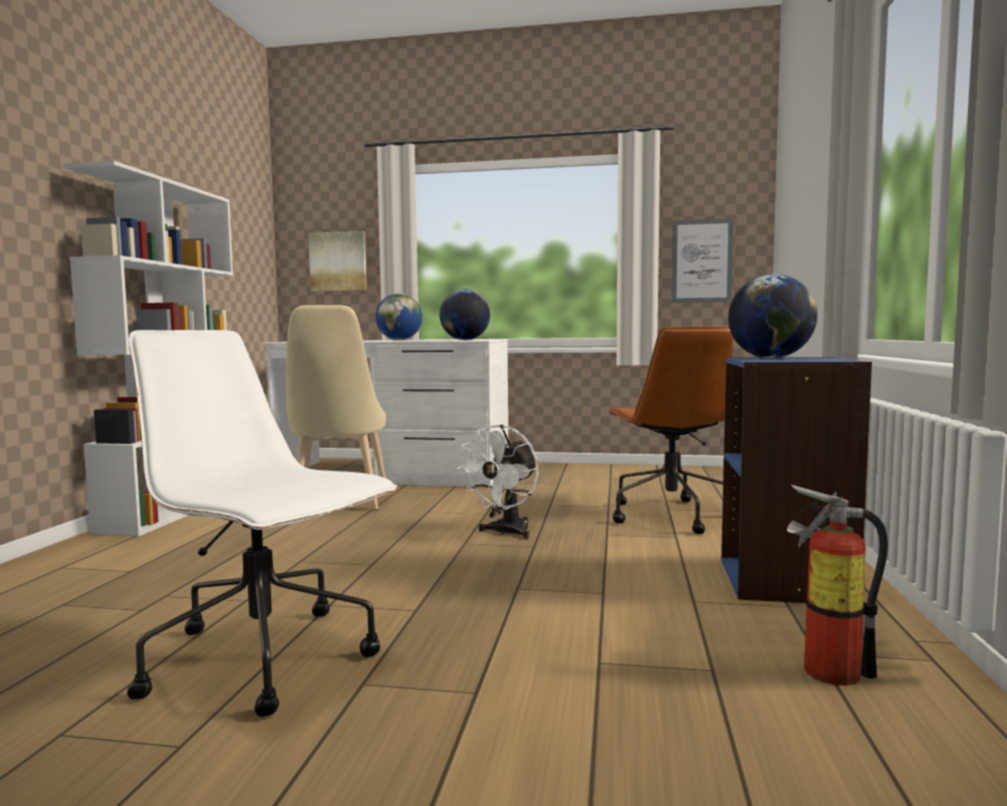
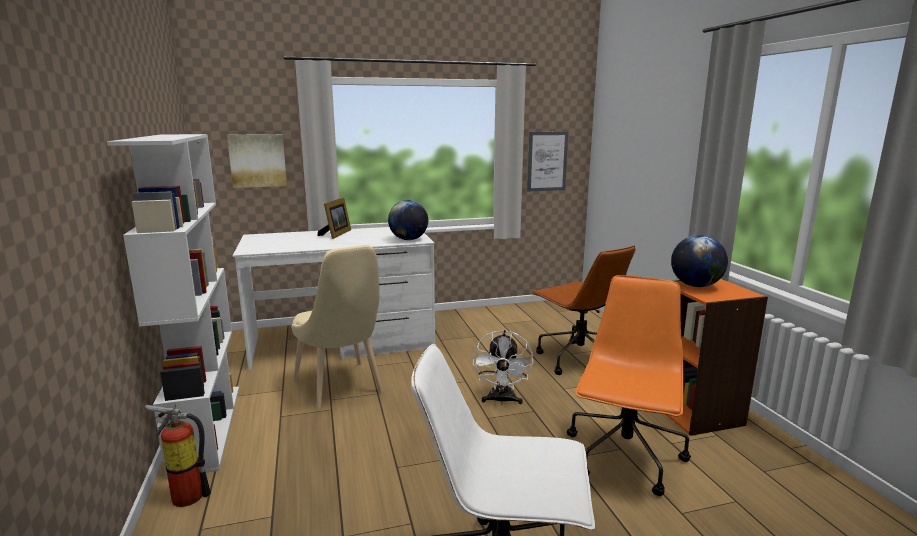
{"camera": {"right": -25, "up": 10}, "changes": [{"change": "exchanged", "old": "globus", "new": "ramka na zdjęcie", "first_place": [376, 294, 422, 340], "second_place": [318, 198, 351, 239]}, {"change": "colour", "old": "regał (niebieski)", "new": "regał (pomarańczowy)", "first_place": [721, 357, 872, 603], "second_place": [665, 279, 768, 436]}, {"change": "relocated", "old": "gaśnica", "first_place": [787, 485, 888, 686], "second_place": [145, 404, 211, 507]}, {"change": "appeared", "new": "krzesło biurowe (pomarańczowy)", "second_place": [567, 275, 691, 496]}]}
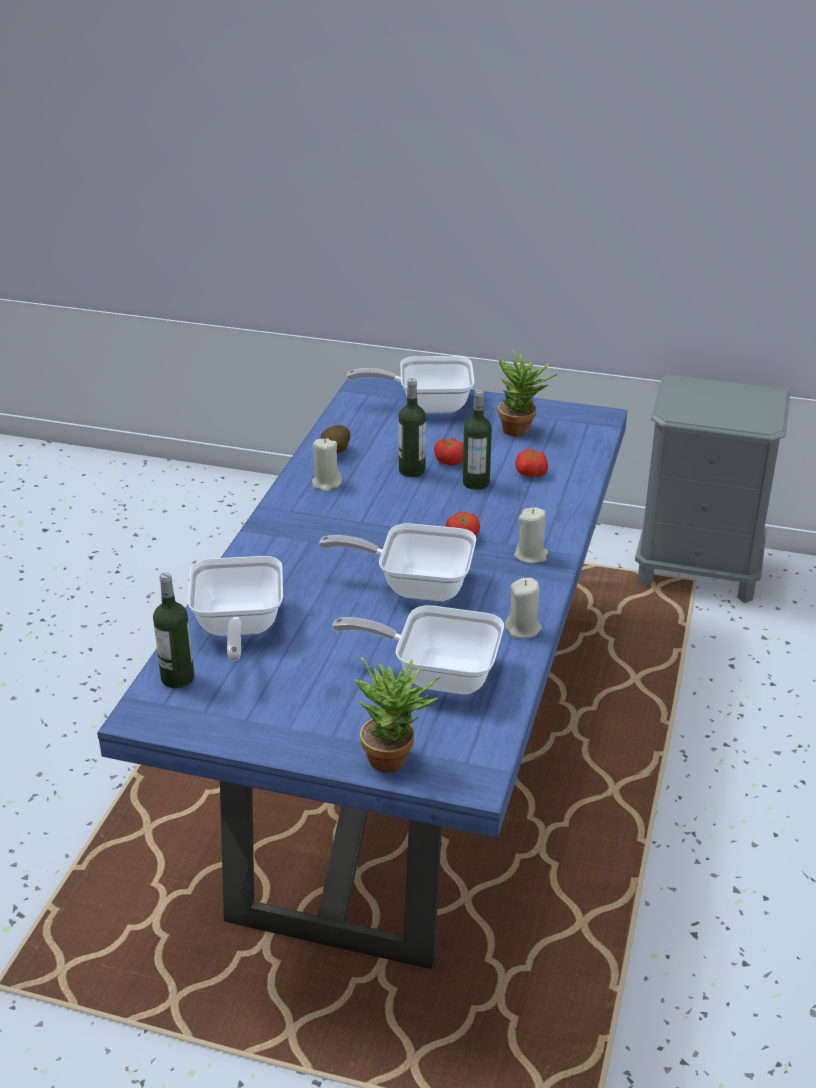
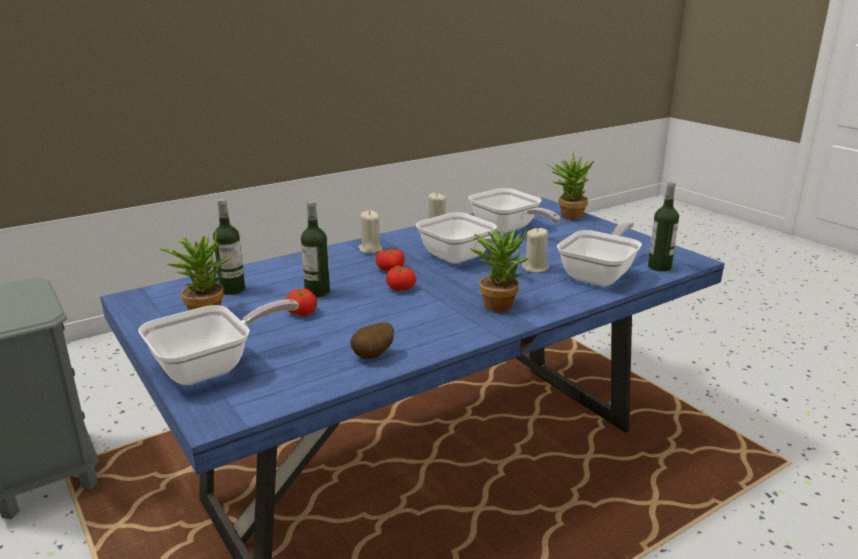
{"camera": {"right": -140, "up": -10}, "changes": [{"change": "spun", "old": "patelnia", "first_place": [347, 356, 475, 413], "second_place": [138, 300, 299, 385], "degrees": -75}, {"change": "relocated", "old": "butelka", "first_place": [398, 378, 426, 477], "second_place": [213, 199, 245, 295]}, {"change": "relocated", "old": "świeca (beżowy)", "first_place": [312, 438, 342, 492], "second_place": [522, 227, 549, 273]}, {"change": "relocated", "old": "pomidor", "first_place": [515, 449, 548, 477], "second_place": [386, 266, 417, 291]}, {"change": "appeared", "new": "roślina doniczkowa", "second_place": [468, 226, 529, 312]}]}
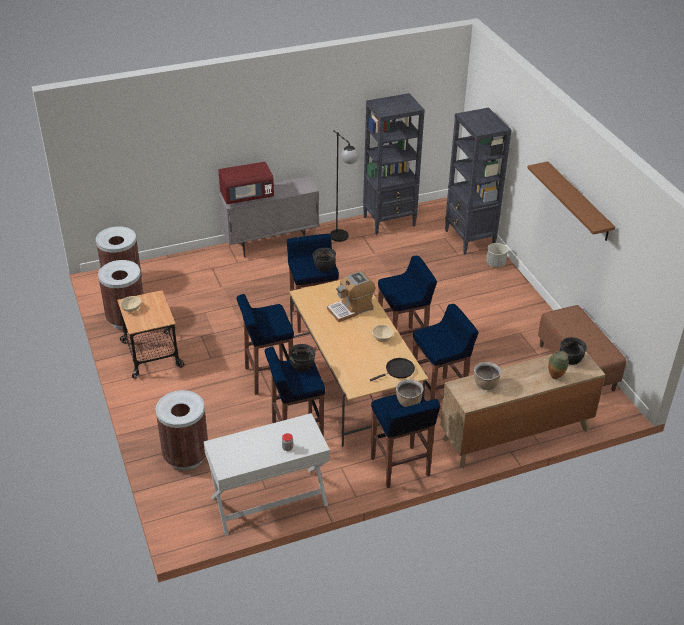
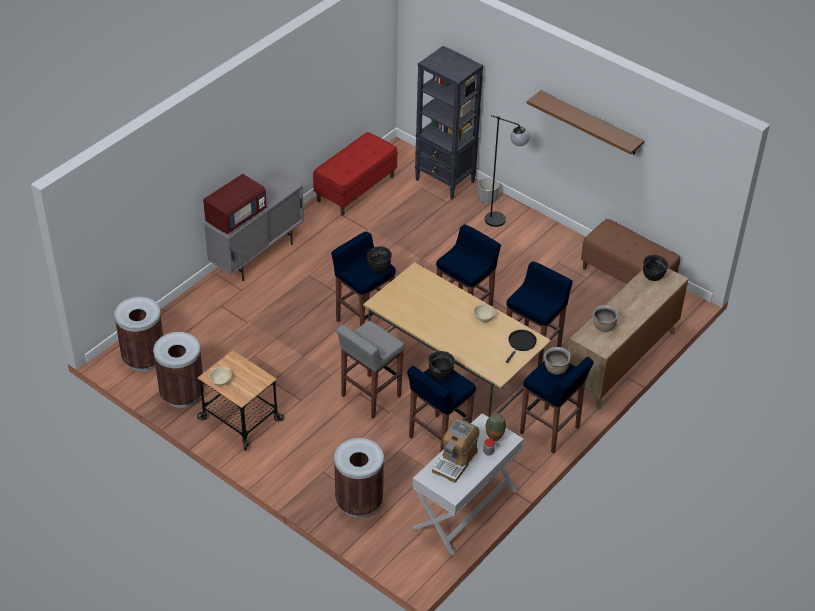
{"camera": {"right": -30, "up": 5}, "changes": [{"change": "exchanged", "old": "regał (czarny)", "new": "ławka (czerwony)", "first_place": [363, 93, 425, 235], "second_place": [313, 132, 398, 216]}, {"change": "relocated", "old": "lampa stojąca (czarny)", "first_place": [330, 130, 359, 242], "second_place": [485, 115, 530, 227]}, {"change": "relocated", "old": "ekspres do kawy", "first_place": [327, 271, 375, 322], "second_place": [432, 418, 480, 483]}, {"change": "colour", "old": "stołek (niebieski)", "new": "stołek (szary)", "first_place": [237, 294, 294, 395], "second_place": [337, 321, 404, 418]}, {"change": "relocated", "old": "wazon", "first_place": [548, 351, 569, 379], "second_place": [486, 413, 506, 442]}]}
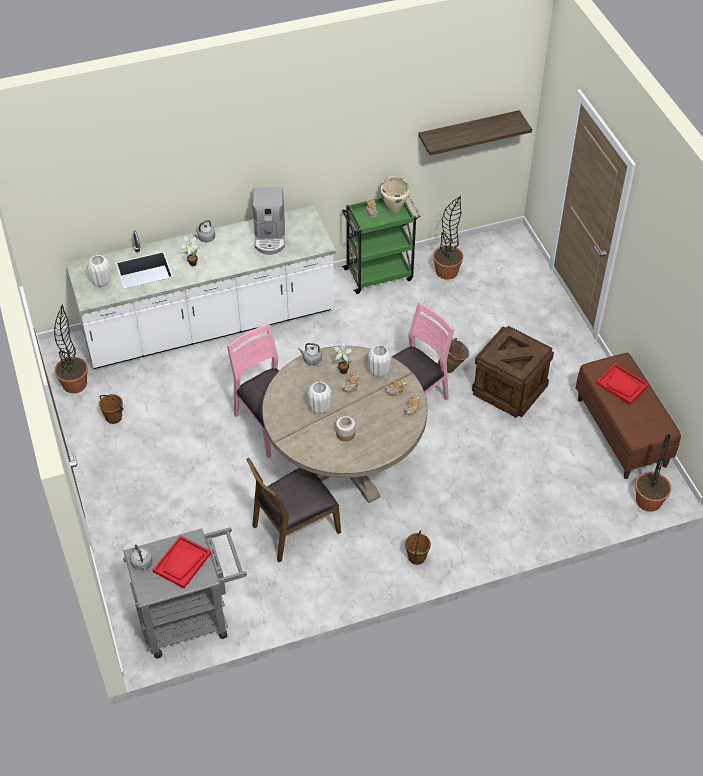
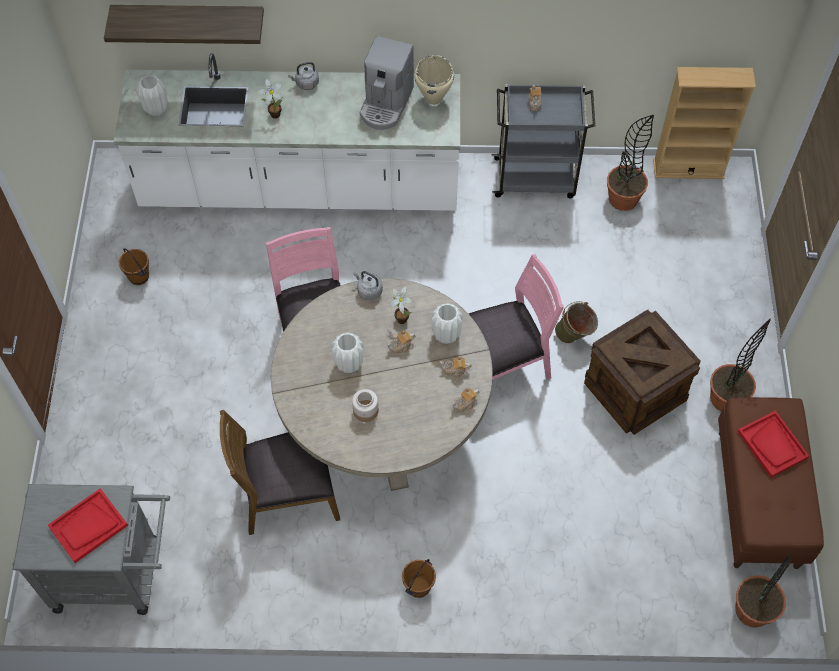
{"camera": {"right": 20, "up": 10}, "changes": [{"change": "relocated", "old": "półka", "first_place": [418, 110, 532, 155], "second_place": [104, 5, 264, 44]}, {"change": "relocated", "old": "garnek (beżowy)", "first_place": [380, 177, 410, 213], "second_place": [414, 55, 454, 105]}, {"change": "colour", "old": "wózek (zielony)", "new": "wózek (szary)", "first_place": [342, 196, 421, 294], "second_place": [492, 84, 595, 198]}, {"change": "relocated", "old": "roślina doniczkowa", "first_place": [54, 304, 88, 393], "second_place": [710, 318, 771, 411]}, {"change": "missing", "old": "czajnik (szary)", "first_place": [130, 544, 152, 570]}, {"change": "appeared", "new": "regał (beżowy)", "second_place": [653, 67, 756, 179]}]}
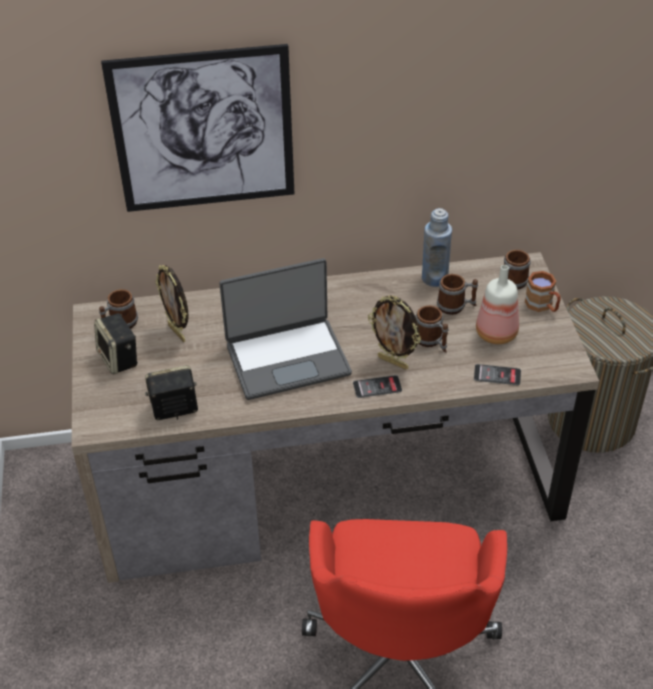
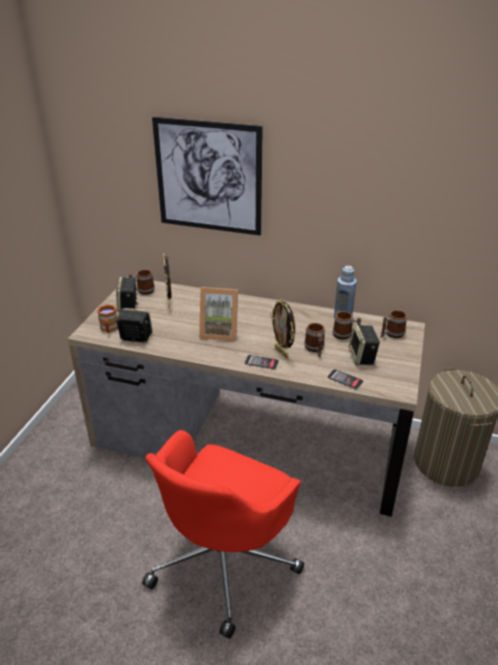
{"camera": {"right": 25, "up": -10}, "changes": [{"change": "exchanged", "old": "laptop", "new": "ramka na zdjęcie", "first_place": [219, 258, 352, 400], "second_place": [199, 287, 238, 342]}, {"change": "exchanged", "old": "butelka", "new": "głośnik", "first_place": [476, 265, 519, 344], "second_place": [349, 325, 380, 365]}, {"change": "relocated", "old": "kubek (brązowy)", "first_place": [525, 271, 561, 312], "second_place": [97, 305, 118, 333]}]}
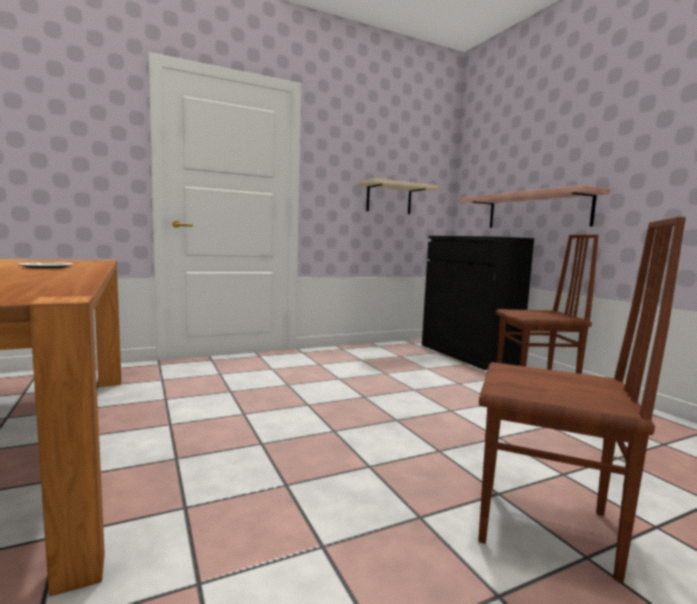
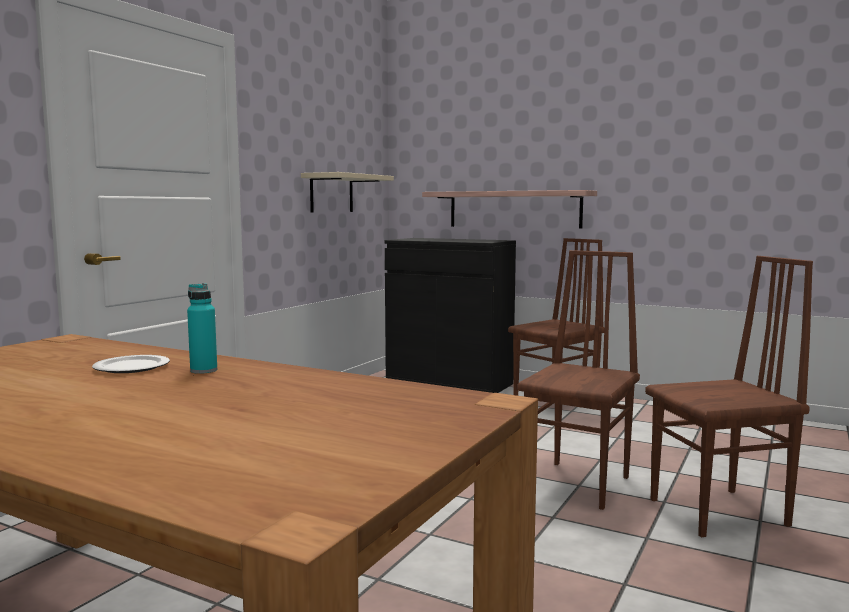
{"camera": {"right": -35, "up": 0}, "changes": [{"change": "appeared", "new": "krzesło (brązowy)", "second_place": [517, 250, 640, 510]}, {"change": "appeared", "new": "butelka (turkusowy)", "second_place": [187, 283, 217, 374]}]}
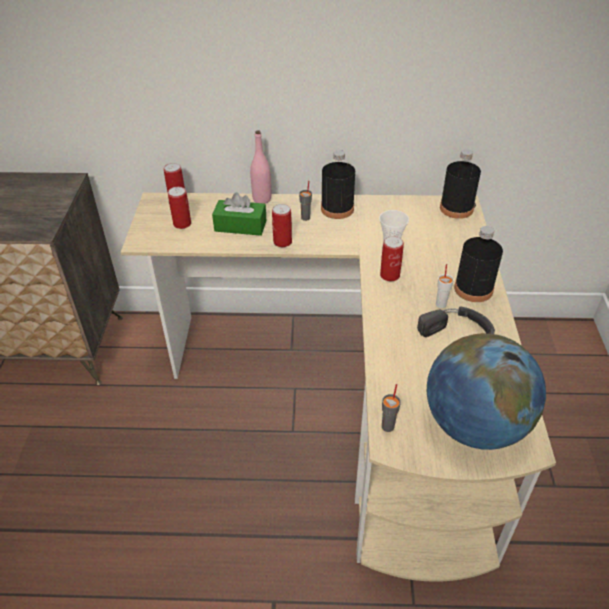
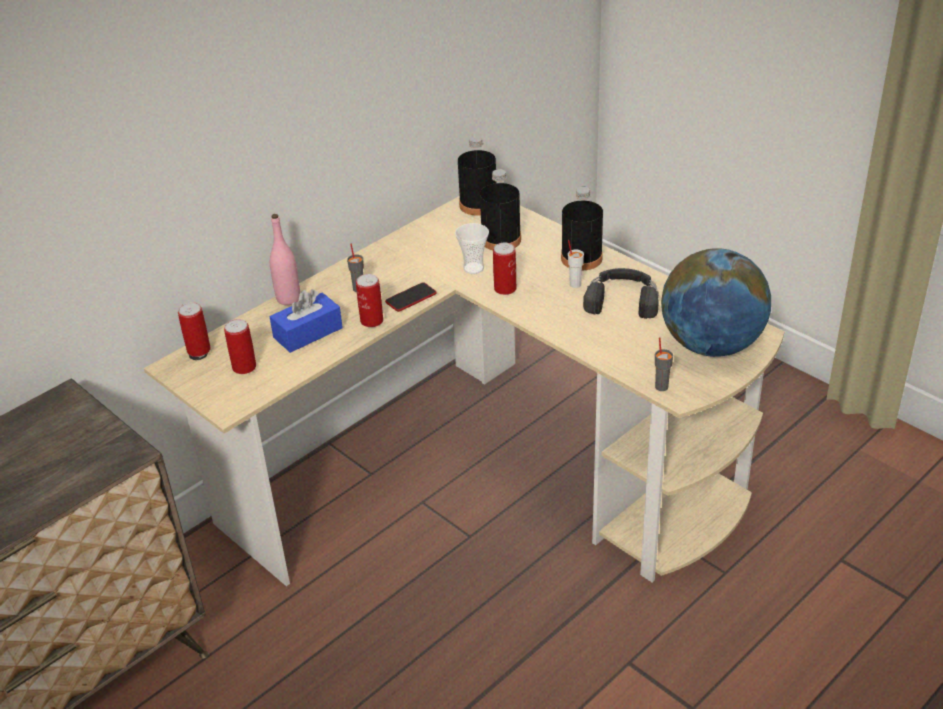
{"camera": {"right": -45, "up": -5}, "changes": [{"change": "relocated", "old": "butelka (czarny)", "first_place": [321, 150, 355, 219], "second_place": [480, 169, 521, 250]}, {"change": "colour", "old": "pudełko chusteczek (zielony)", "new": "pudełko chusteczek (niebieski)", "first_place": [212, 192, 266, 236], "second_place": [270, 289, 343, 353]}, {"change": "appeared", "new": "telefon", "second_place": [385, 282, 437, 312]}]}
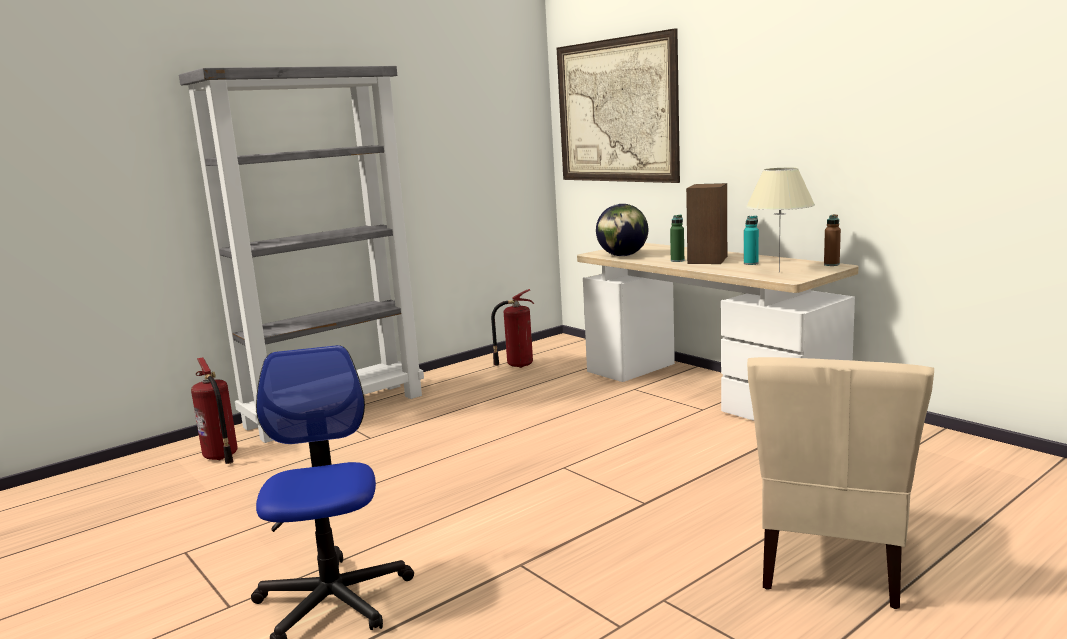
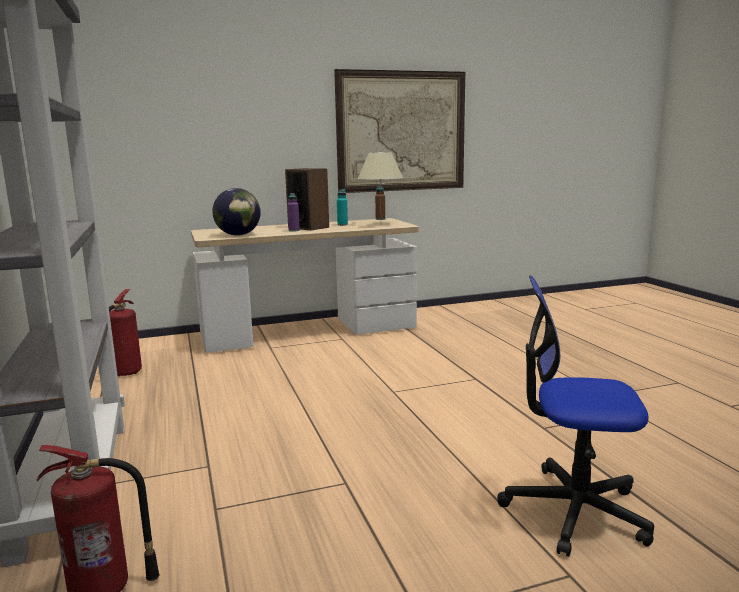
{"camera": {"right": -70, "up": 0}, "changes": [{"change": "relocated", "old": "obraz", "first_place": [557, 28, 680, 183], "second_place": [334, 69, 465, 193]}, {"change": "colour", "old": "butelka (zielony)", "new": "butelka (fioletowy)", "first_place": [670, 215, 684, 262], "second_place": [287, 193, 300, 232]}, {"change": "missing", "old": "krzesło (beżowy)", "first_place": [747, 357, 934, 609]}]}
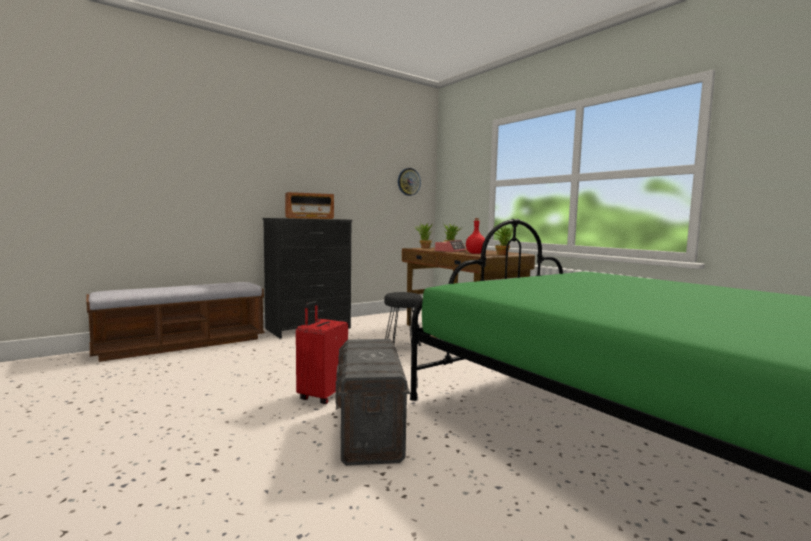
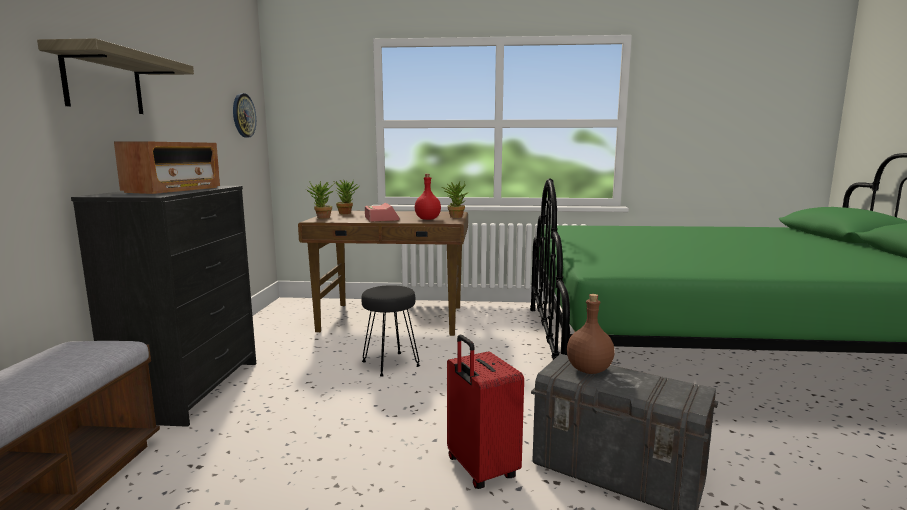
{"camera": {"right": -50, "up": 5}, "changes": [{"change": "appeared", "new": "półka", "second_place": [37, 38, 194, 114]}, {"change": "appeared", "new": "butelka (brązowy)", "second_place": [567, 294, 615, 374]}]}
